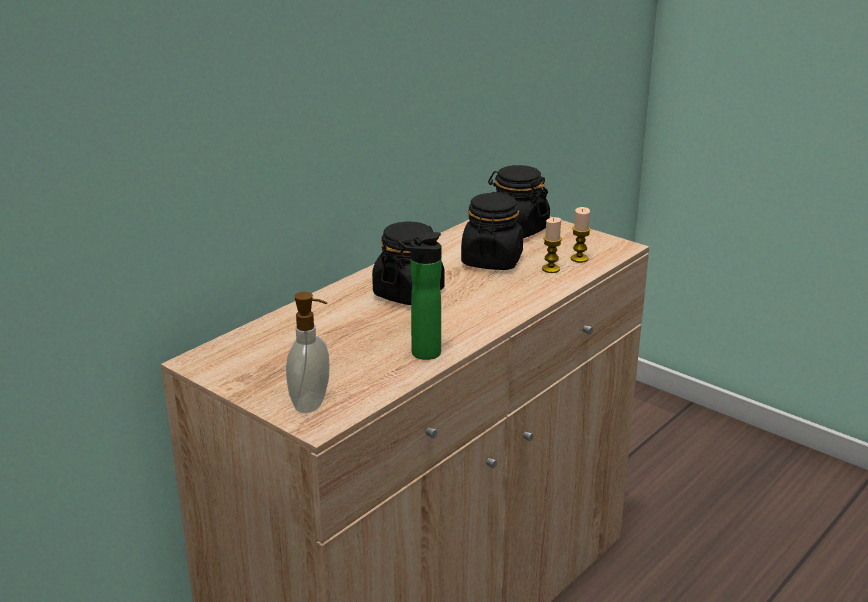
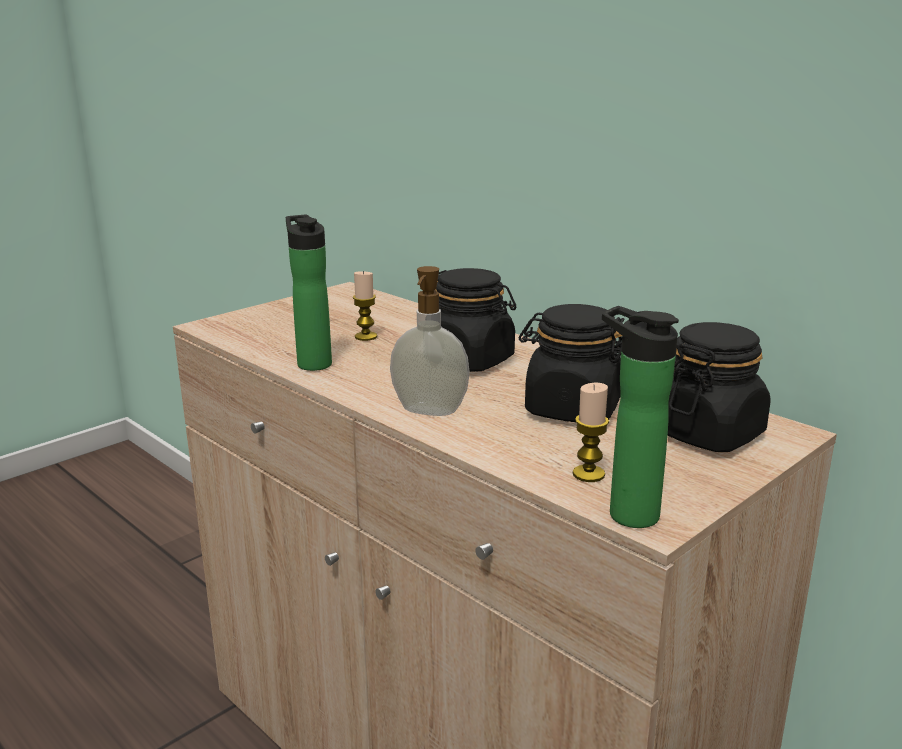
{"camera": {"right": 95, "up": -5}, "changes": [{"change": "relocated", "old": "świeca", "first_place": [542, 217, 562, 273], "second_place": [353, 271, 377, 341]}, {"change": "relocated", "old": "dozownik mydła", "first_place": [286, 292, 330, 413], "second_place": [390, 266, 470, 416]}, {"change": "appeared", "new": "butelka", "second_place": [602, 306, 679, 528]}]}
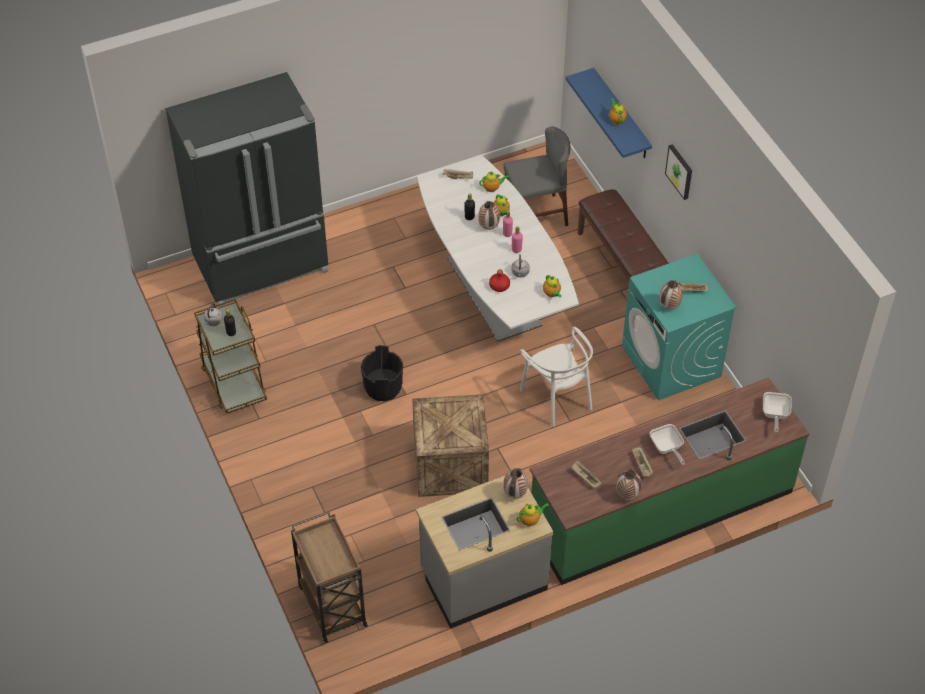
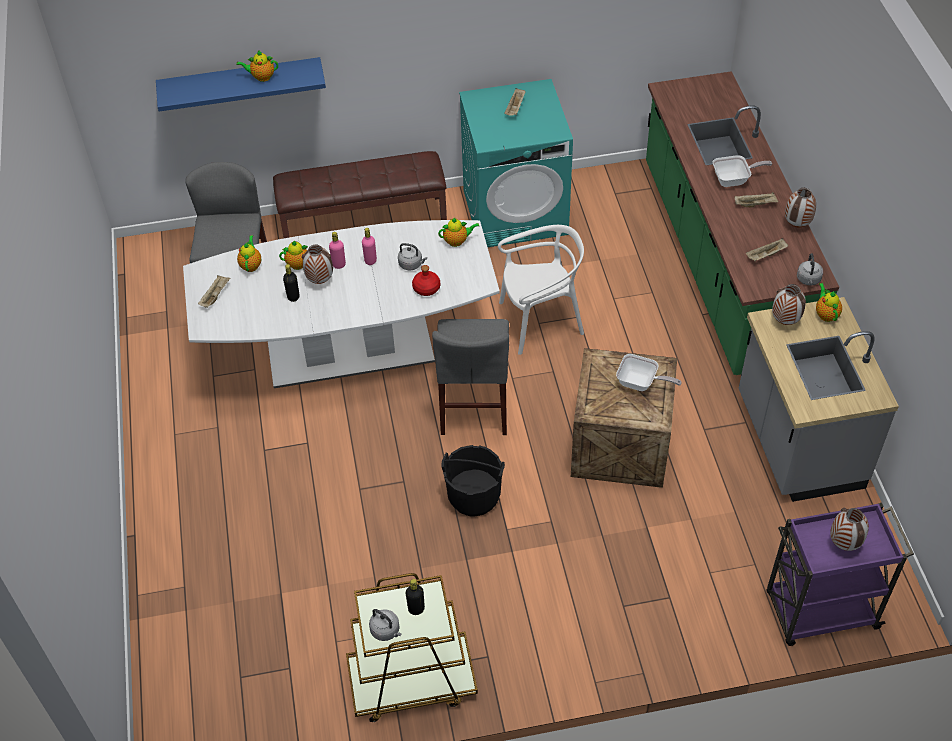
{"camera": {"right": -75, "up": 0}, "changes": [{"change": "missing", "old": "lodówka (czarny)", "first_place": [165, 72, 328, 307]}, {"change": "missing", "old": "obraz", "first_place": [665, 144, 692, 200]}, {"change": "relocated", "old": "wazon", "first_place": [659, 280, 683, 309], "second_place": [830, 508, 869, 551]}, {"change": "relocated", "old": "patelnia", "first_place": [763, 392, 792, 433], "second_place": [616, 354, 682, 391]}, {"change": "colour", "old": "wózek (brązowy)", "new": "wózek (fioletowy)", "first_place": [291, 512, 368, 643], "second_place": [766, 503, 914, 646]}, {"change": "appeared", "new": "czajnik (szary)", "second_place": [797, 253, 823, 286]}, {"change": "appeared", "new": "krzesło (szary)", "second_place": [432, 319, 509, 435]}]}
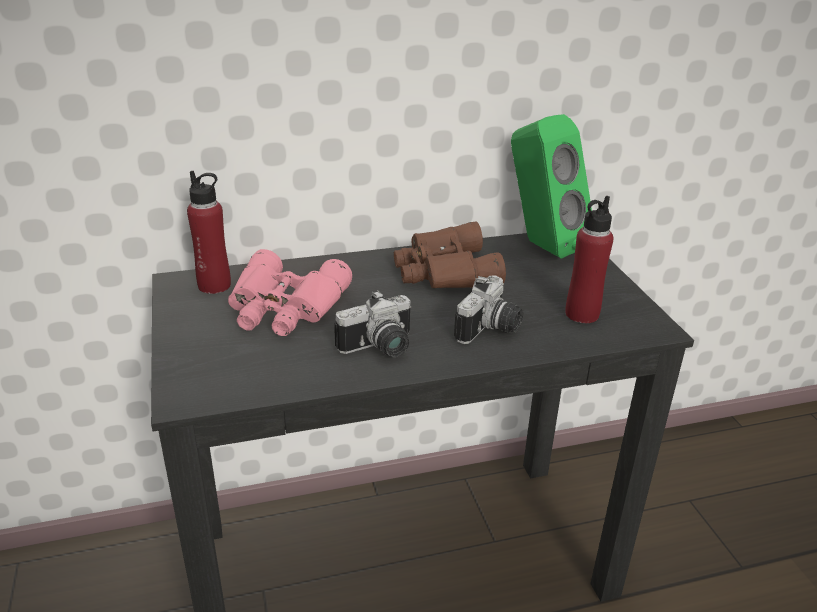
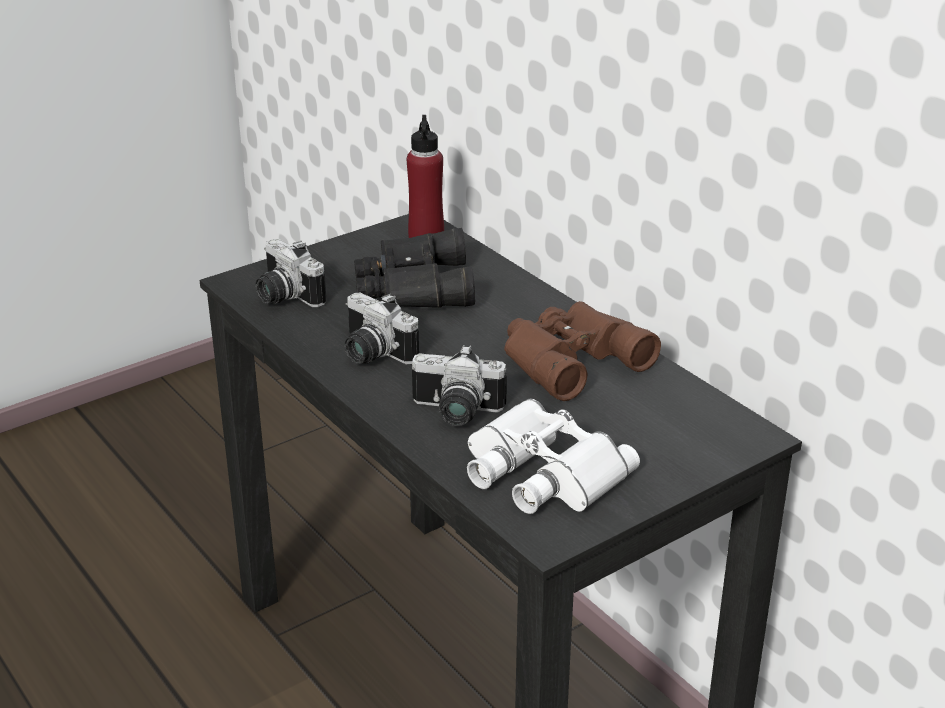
{"camera": {"right": 70, "up": 0}, "changes": [{"change": "missing", "old": "głośnik (zielony)", "first_place": [511, 114, 592, 259]}, {"change": "exchanged", "old": "butelka (czerwony)", "new": "lornetka (biały)", "first_place": [565, 196, 614, 323], "second_place": [467, 399, 640, 514]}, {"change": "colour", "old": "lornetka (różowy)", "new": "lornetka (czarny)", "first_place": [228, 249, 352, 336], "second_place": [354, 228, 475, 308]}, {"change": "appeared", "new": "aparat fotograficzny", "second_place": [255, 239, 326, 307]}]}
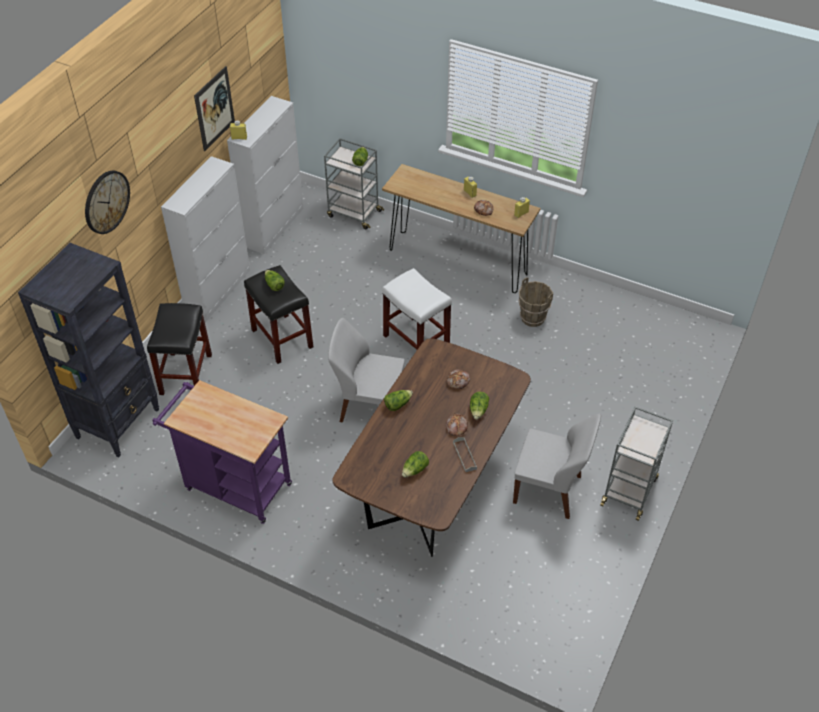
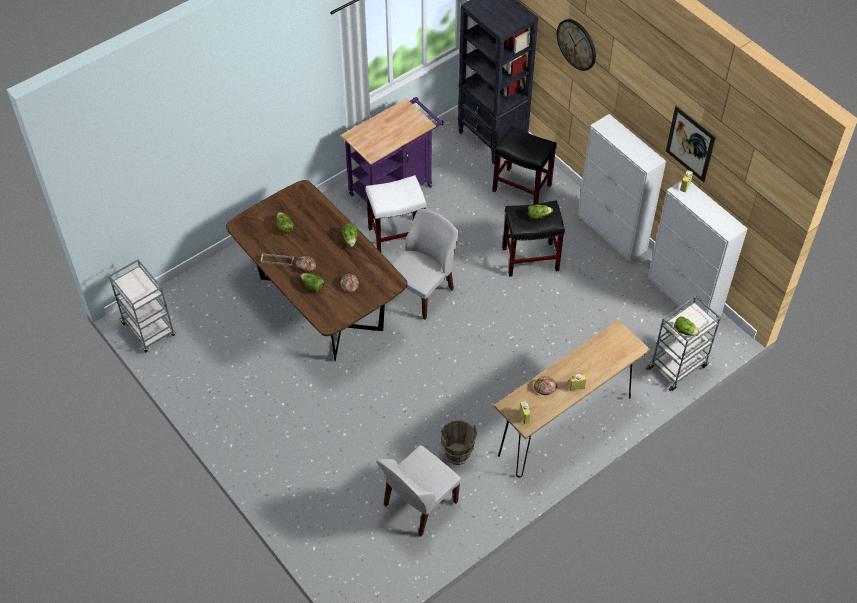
{"camera": {"right": 115, "up": 5}, "changes": [{"change": "relocated", "old": "stołek (biały)", "first_place": [382, 268, 452, 350], "second_place": [366, 175, 426, 252]}, {"change": "relocated", "old": "wózek (szary)", "first_place": [600, 406, 673, 521], "second_place": [109, 259, 176, 352]}, {"change": "relocated", "old": "krzesło (biały)", "first_place": [513, 414, 601, 519], "second_place": [376, 445, 461, 537]}]}
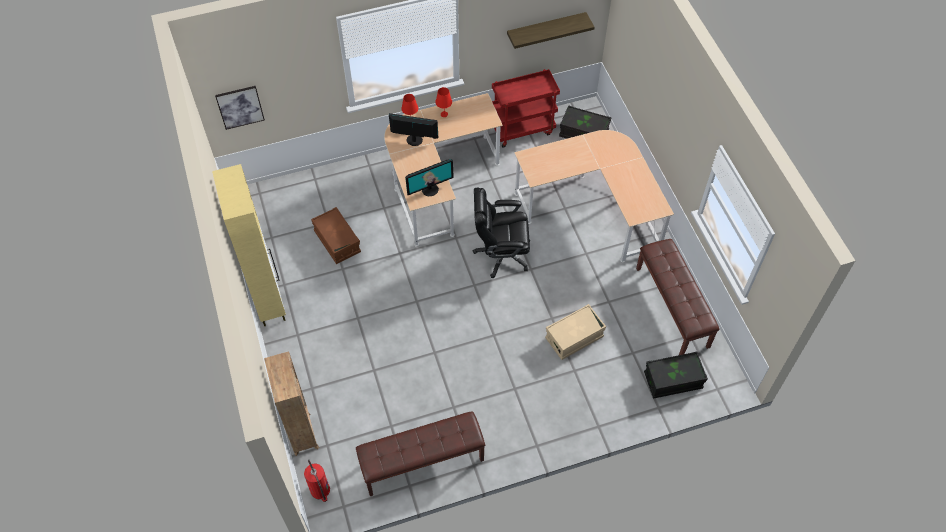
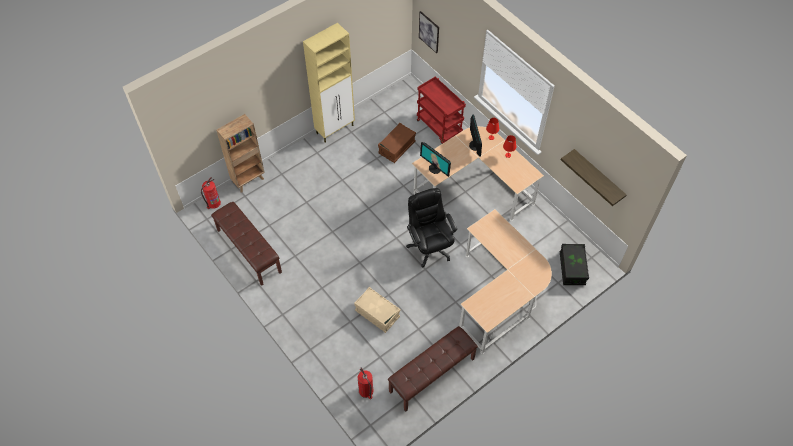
{"camera": {"right": 70, "up": 0}, "changes": [{"change": "relocated", "old": "wózek (czerwony)", "first_place": [492, 69, 560, 148], "second_place": [417, 77, 466, 144]}, {"change": "exchanged", "old": "pojemnik do przechowywania (czarny)", "new": "gaśnica", "first_place": [644, 352, 708, 399], "second_place": [358, 368, 374, 399]}]}
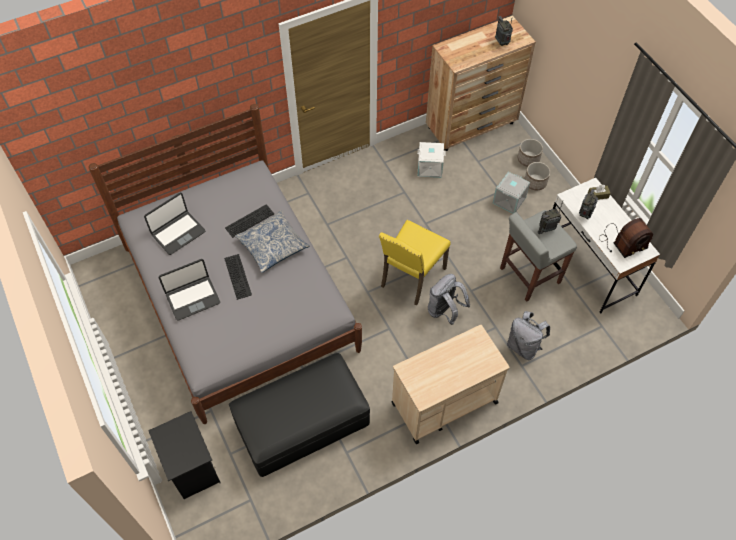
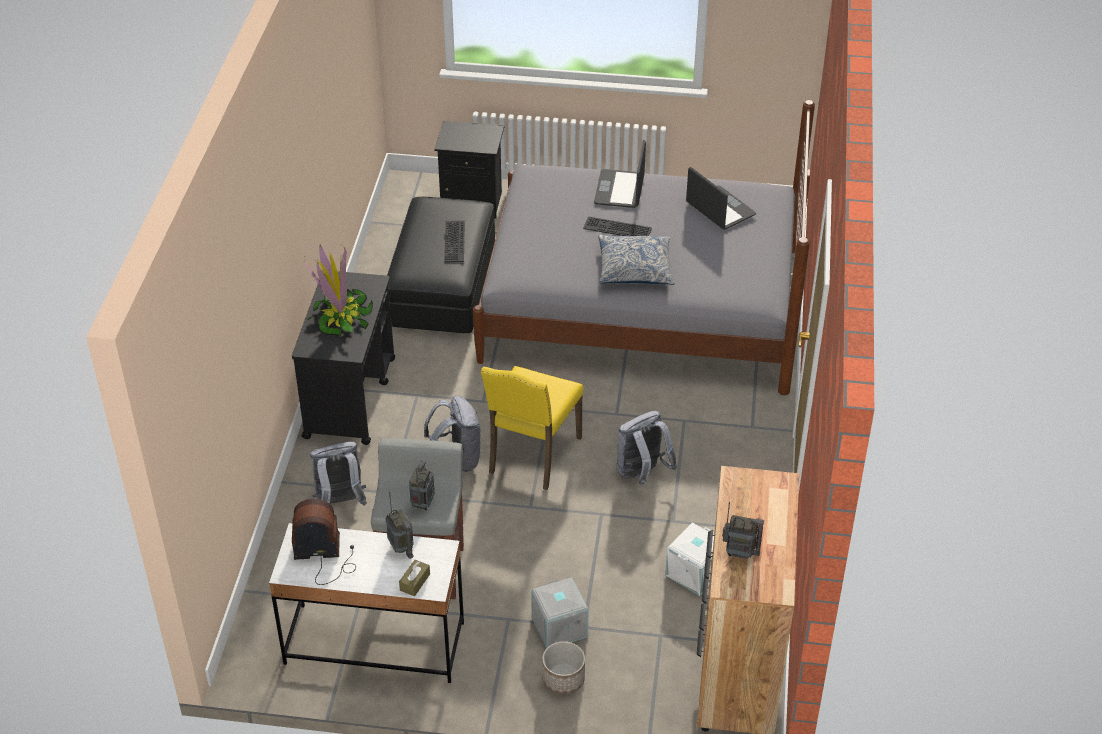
{"camera": {"right": 125, "up": -15}, "changes": [{"change": "missing", "old": "donica", "first_place": [518, 139, 543, 167]}, {"change": "spun", "old": "laptop", "first_place": [144, 192, 205, 255], "second_place": [686, 167, 756, 229], "degrees": 150}, {"change": "relocated", "old": "klawiatura", "first_place": [225, 204, 274, 238], "second_place": [444, 221, 465, 262]}, {"change": "spun", "old": "radio", "first_place": [599, 218, 653, 258], "second_place": [292, 499, 356, 585], "degrees": 75}, {"change": "spun", "old": "krzesło (żółty)", "first_place": [379, 220, 451, 306], "second_place": [481, 366, 584, 490], "degrees": -135}, {"change": "colour", "old": "wózek (beżowy)", "new": "wózek (czarny)", "first_place": [391, 325, 509, 444], "second_place": [292, 271, 395, 445]}, {"change": "appeared", "new": "roślina doniczkowa", "second_place": [304, 245, 373, 336]}, {"change": "appeared", "new": "plecak (szary)", "second_place": [617, 411, 677, 485]}]}
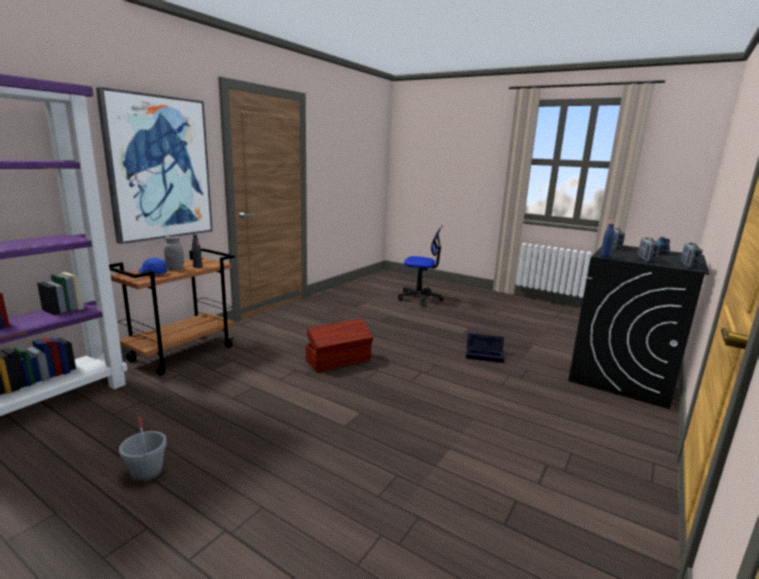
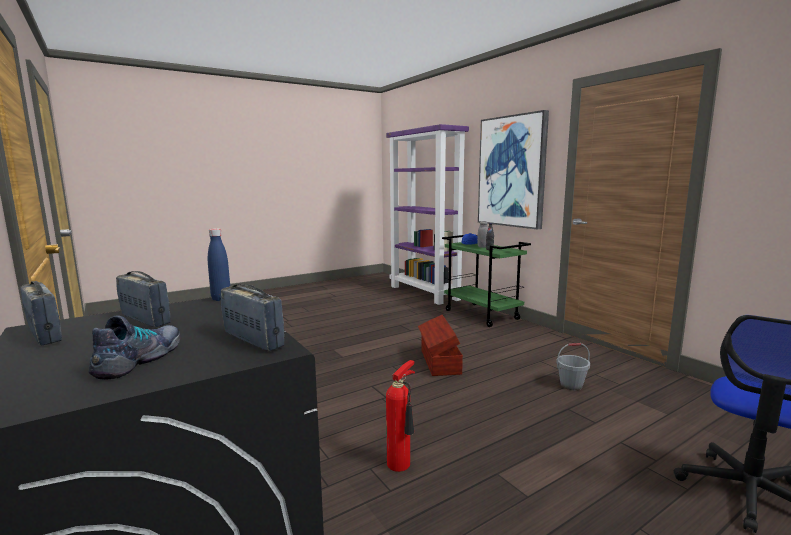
{"camera": {"right": 115, "up": -5}, "changes": [{"change": "colour", "old": "wózek (brązowy)", "new": "wózek (zielony)", "first_place": [109, 248, 235, 375], "second_place": [442, 235, 531, 327]}, {"change": "exchanged", "old": "pojemnik do przechowywania (czarny)", "new": "gaśnica", "first_place": [466, 333, 504, 363], "second_place": [386, 360, 415, 472]}, {"change": "relocated", "old": "wiadro (szary)", "first_place": [119, 417, 167, 483], "second_place": [556, 343, 590, 390]}]}
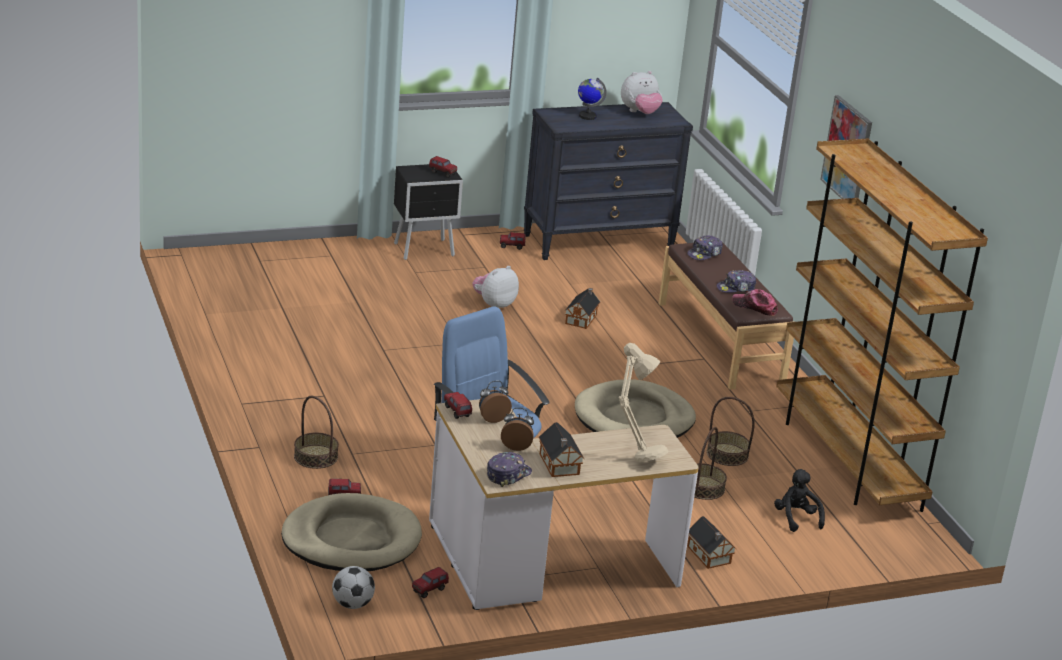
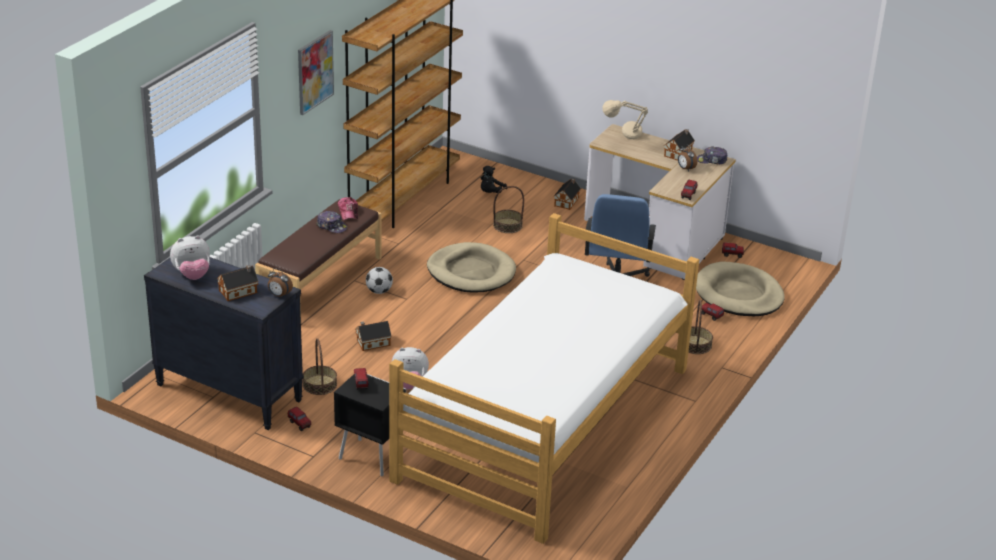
{"camera": {"right": -130, "up": 5}, "changes": [{"change": "spun", "old": "pluszak", "first_place": [621, 71, 663, 114], "second_place": [170, 235, 210, 280], "degrees": 135}, {"change": "exchanged", "old": "globus", "new": "domek", "first_place": [578, 78, 607, 120], "second_place": [217, 265, 259, 301]}, {"change": "missing", "old": "czapka z daszkiem", "first_place": [687, 235, 723, 260]}, {"change": "relocated", "old": "budzik", "first_place": [479, 381, 512, 423], "second_place": [268, 268, 293, 298]}, {"change": "relocated", "old": "koszyk", "first_place": [706, 397, 755, 466], "second_place": [303, 338, 337, 395]}, {"change": "relocated", "old": "piłka futbolowa", "first_place": [332, 566, 375, 609], "second_place": [366, 267, 393, 294]}, {"change": "appeared", "new": "łóżko", "second_place": [389, 213, 699, 544]}]}
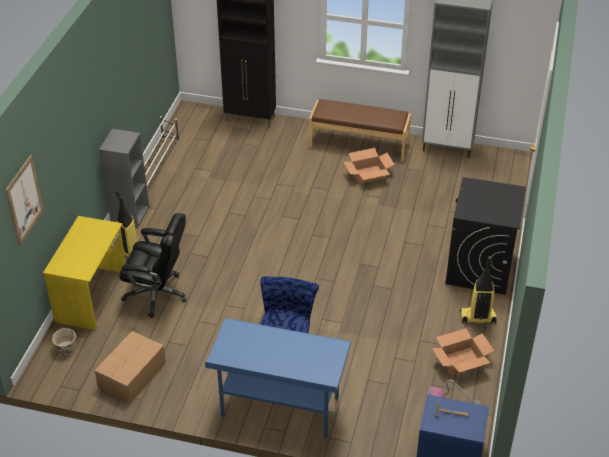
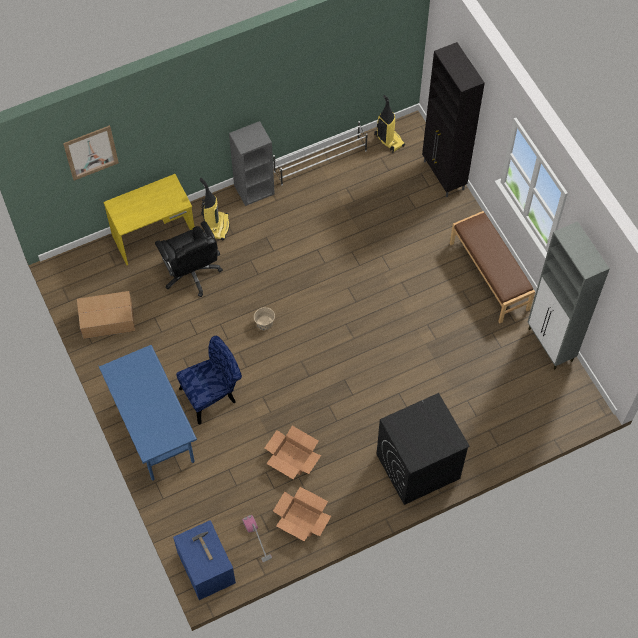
{"camera": {"right": 50, "up": 20}, "changes": [{"change": "relocated", "old": "karton", "first_place": [344, 148, 395, 184], "second_place": [265, 426, 321, 479]}, {"change": "relocated", "old": "odkurzacz", "first_place": [460, 256, 497, 324], "second_place": [374, 95, 405, 153]}, {"change": "relocated", "old": "wiadro (beżowy)", "first_place": [52, 327, 76, 355], "second_place": [254, 307, 275, 330]}]}
